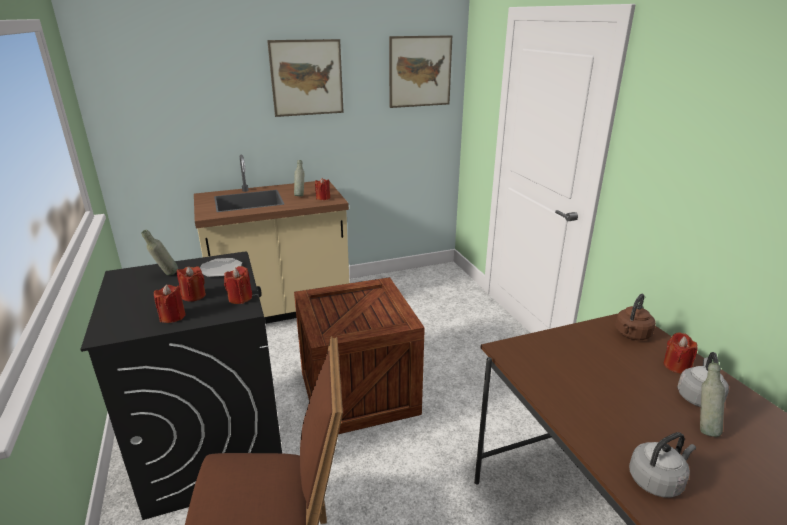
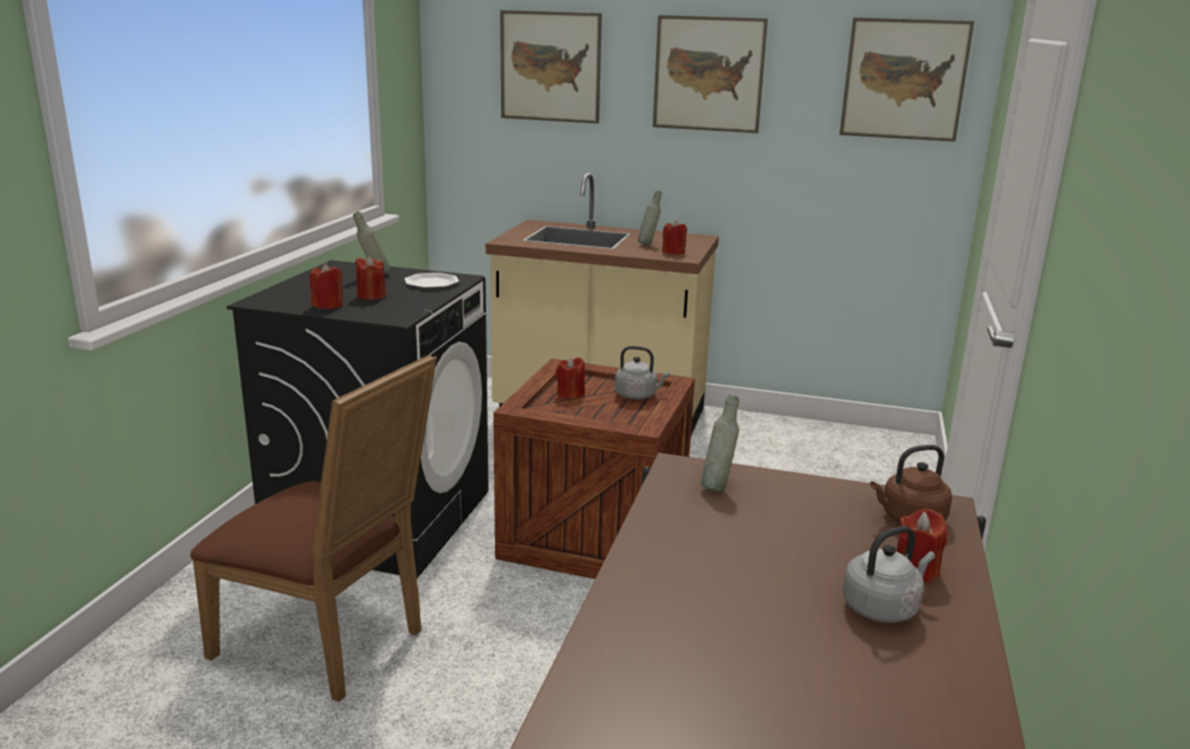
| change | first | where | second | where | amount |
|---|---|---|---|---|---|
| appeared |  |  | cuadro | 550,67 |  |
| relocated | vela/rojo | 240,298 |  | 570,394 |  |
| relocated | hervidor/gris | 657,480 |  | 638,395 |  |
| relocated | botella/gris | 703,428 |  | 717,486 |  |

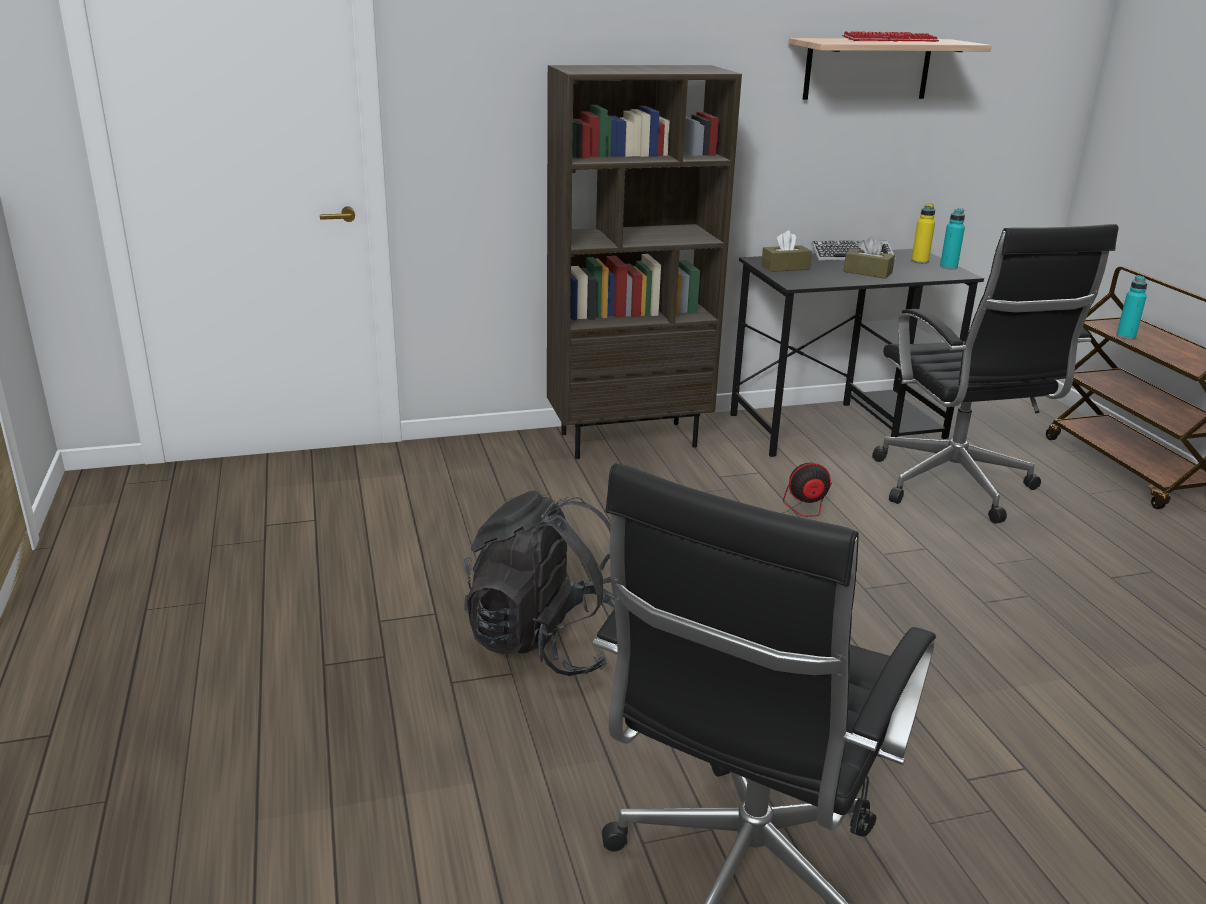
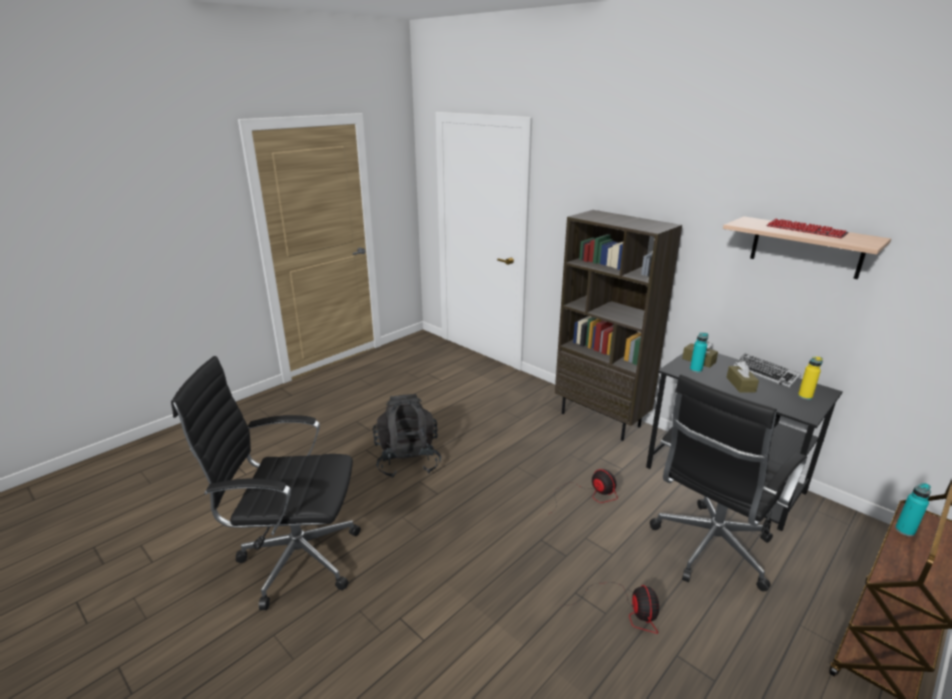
| change | first | where | second | where | amount |
|---|---|---|---|---|---|
| appeared |  |  | ventilador | 626,610 |  |
| relocated | botella/turquesa | 948,267 |  | 696,369 |  |

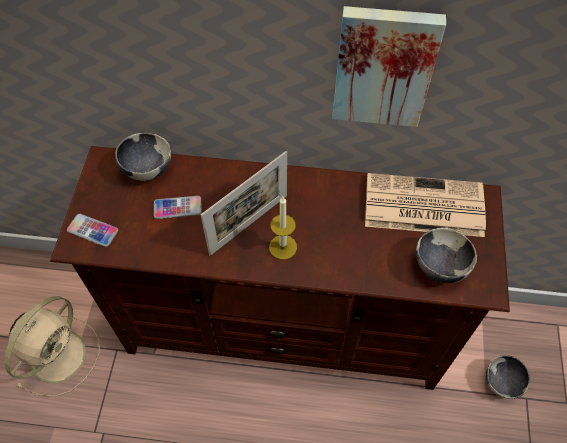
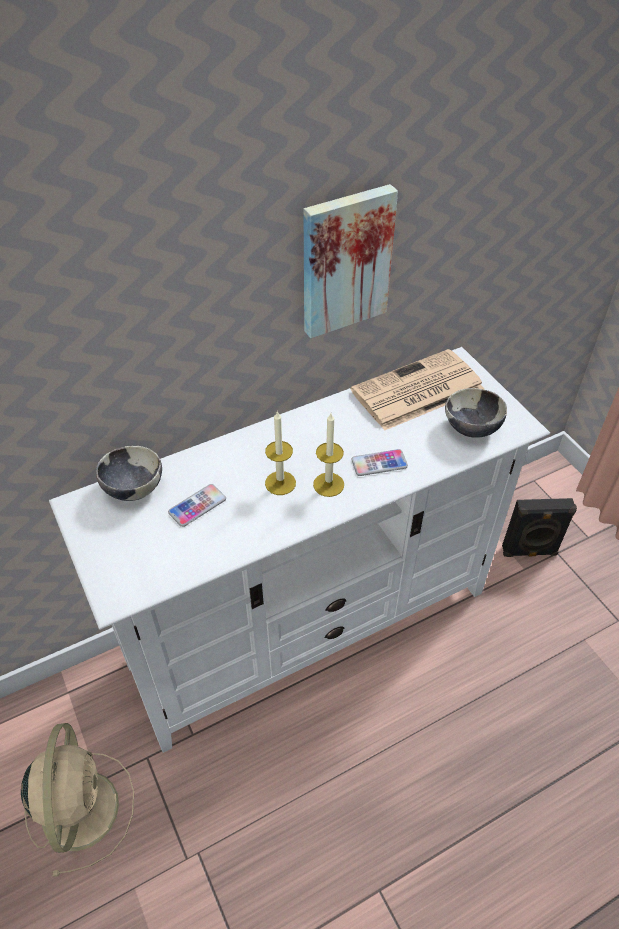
| change | first | where | second | where | amount |
|---|---|---|---|---|---|
| colour | mueble de televisión/marrón | 284,328 | mueble de televisión/blanco | 309,624 |  |
| exchanged | portarretratos | 249,224 | vela | 280,483 |  |
| relocated | móvil | 93,230 |  | 379,463 |  |
| exchanged | cuenco | 502,382 | altavoz/negro | 529,552 |  |

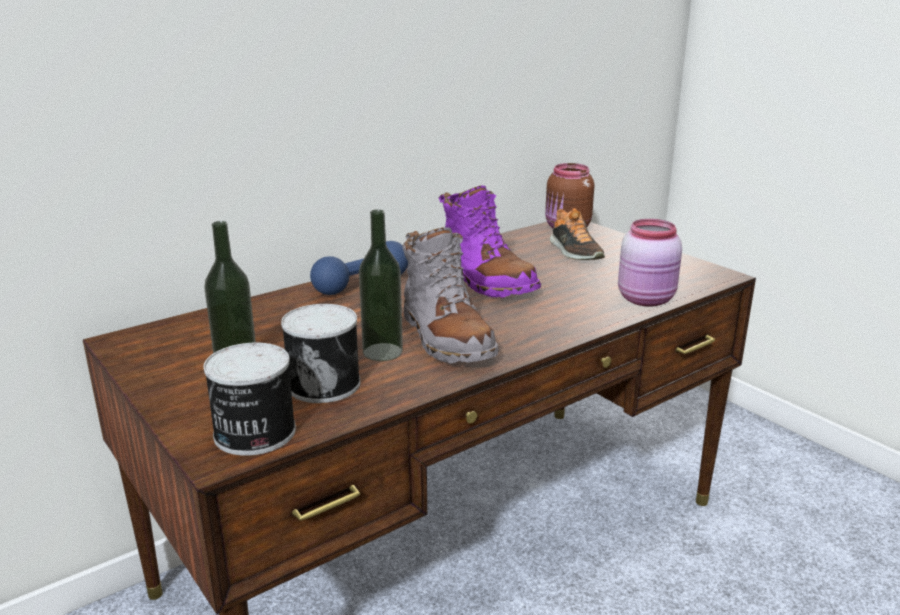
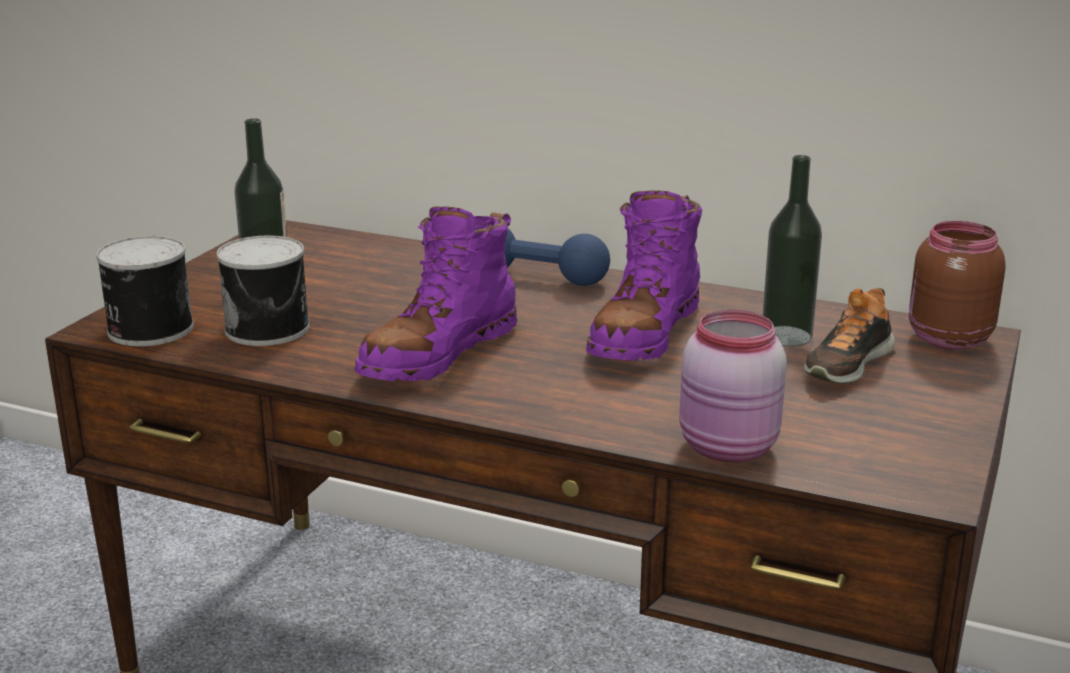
| change | first | where | second | where | amount |
|---|---|---|---|---|---|
| colour | bota/gris | 445,338 | bota/morado | 439,354 |  |
| relocated | botella | 382,352 |  | 786,336 |  |

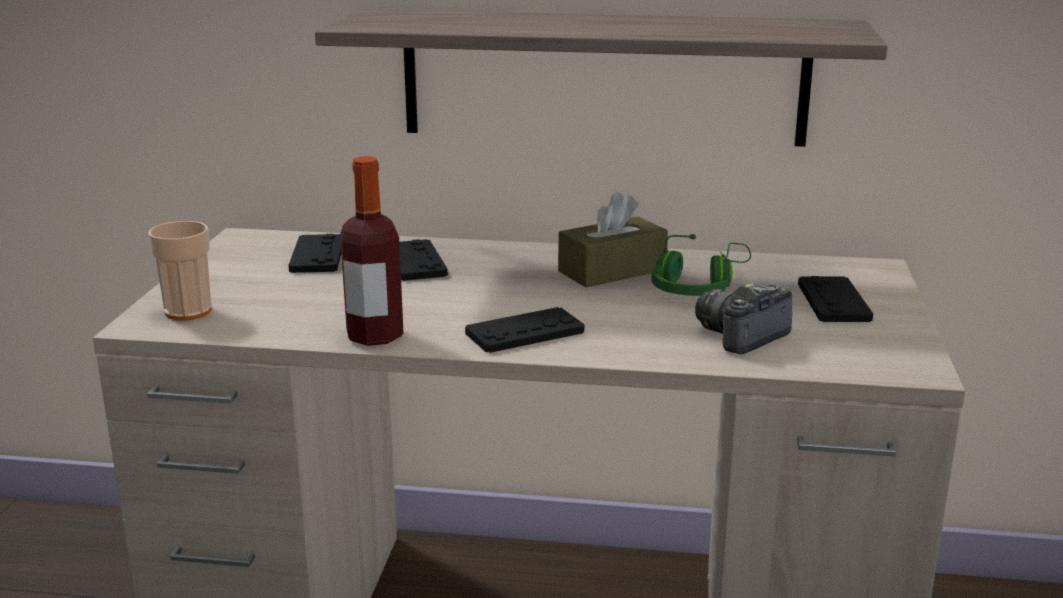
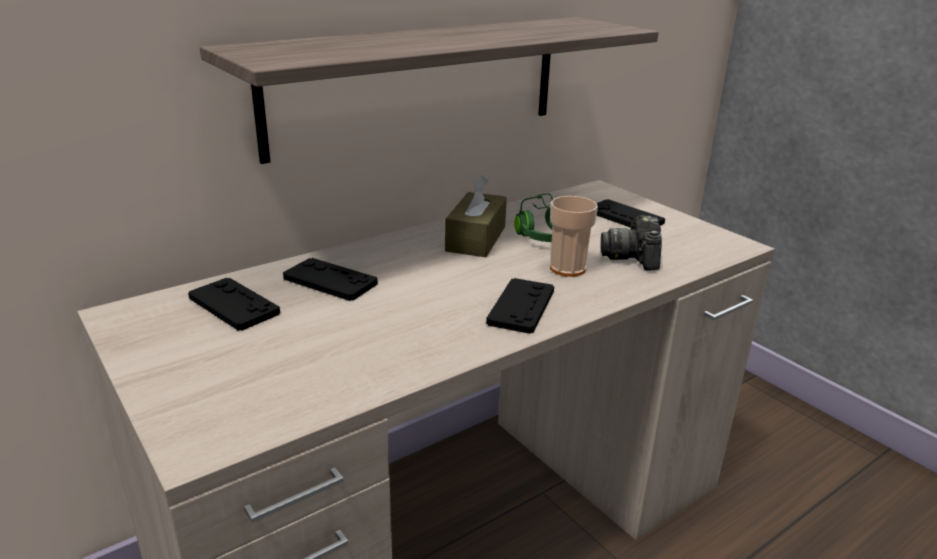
| change | first | where | second | where | amount |
|---|---|---|---|---|---|
| relocated | taza | 188,311 |  | 567,268 |  |
| missing | botella | 375,336 |  |  |  |

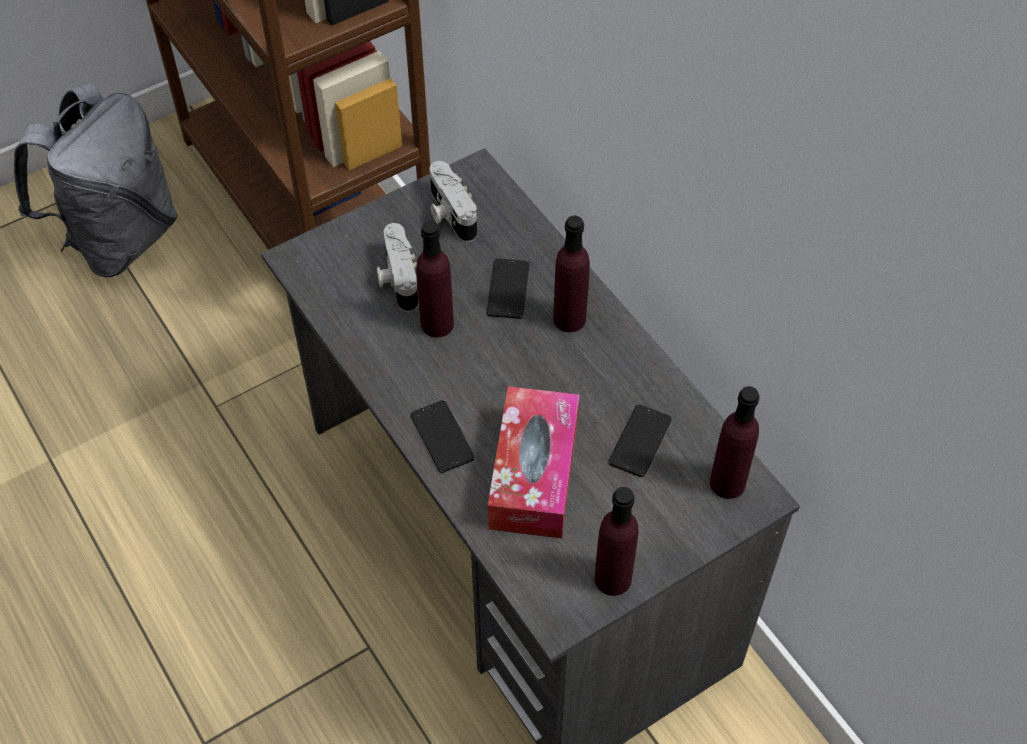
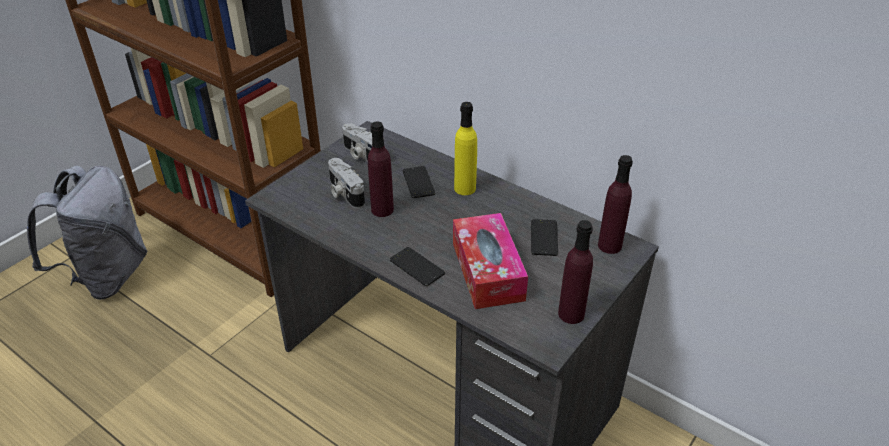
| change | first | where | second | where | amount |
|---|---|---|---|---|---|
| colour | botella/morado | 569,319 | botella/amarillo | 465,188 |  |

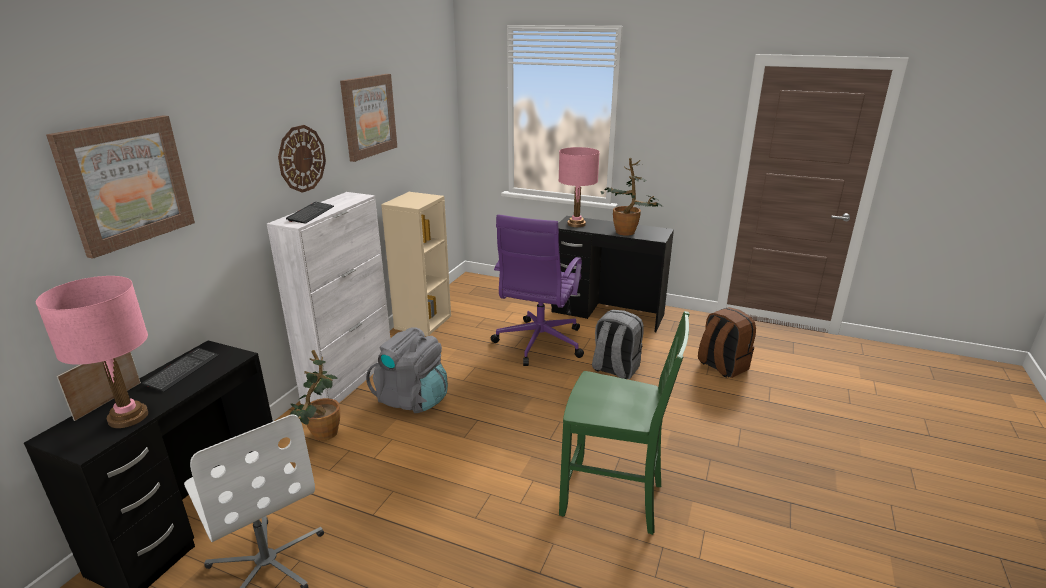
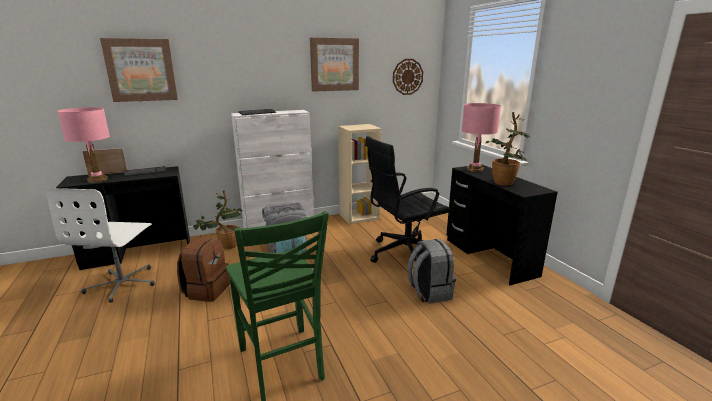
| change | first | where | second | where | amount |
|---|---|---|---|---|---|
| relocated | mochila/marrón | 722,366 |  | 206,290 |  |
| colour | silla de oficina/morado | 538,344 | silla de oficina/negro | 403,254 |  |
| relocated | reloj de pared | 301,158 |  | 407,77 |  |

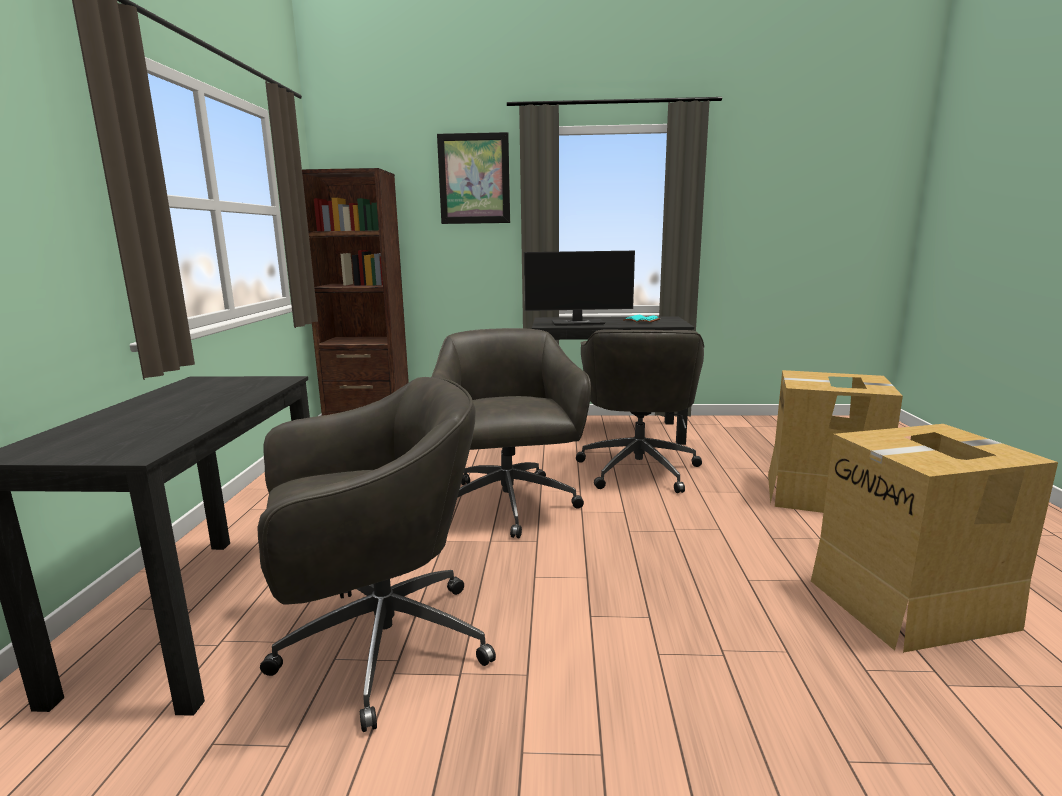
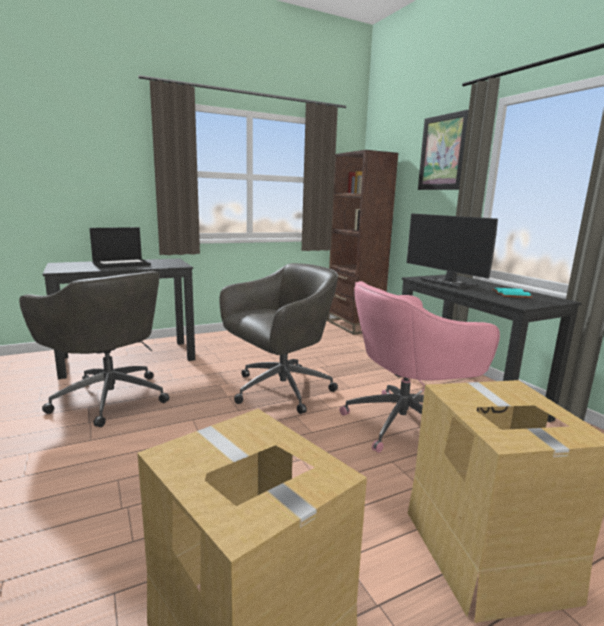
| change | first | where | second | where | amount |
|---|---|---|---|---|---|
| appeared |  |  | portátil | 122,264 |  |
| colour | silla de oficina/gris | 638,468 | silla de oficina/rosa | 405,423 |  |

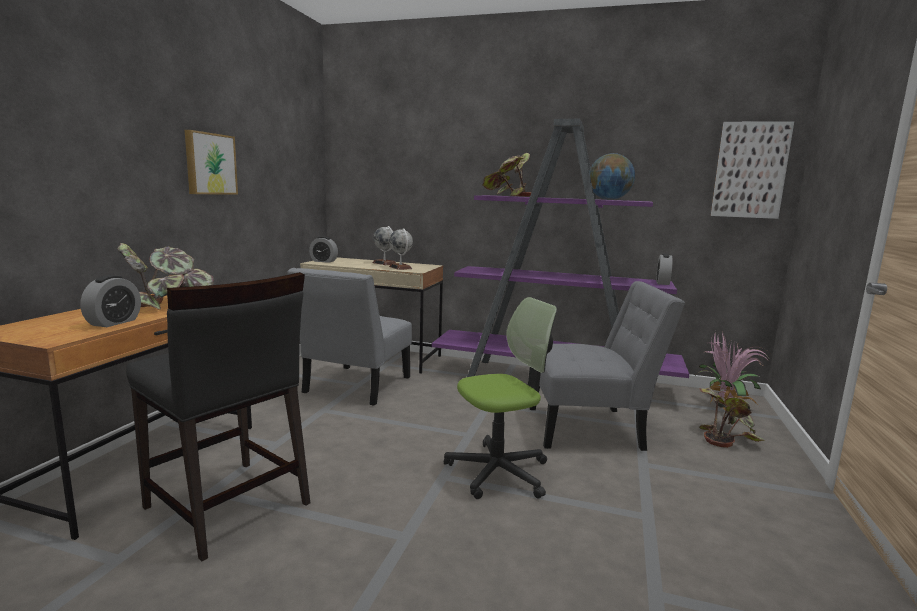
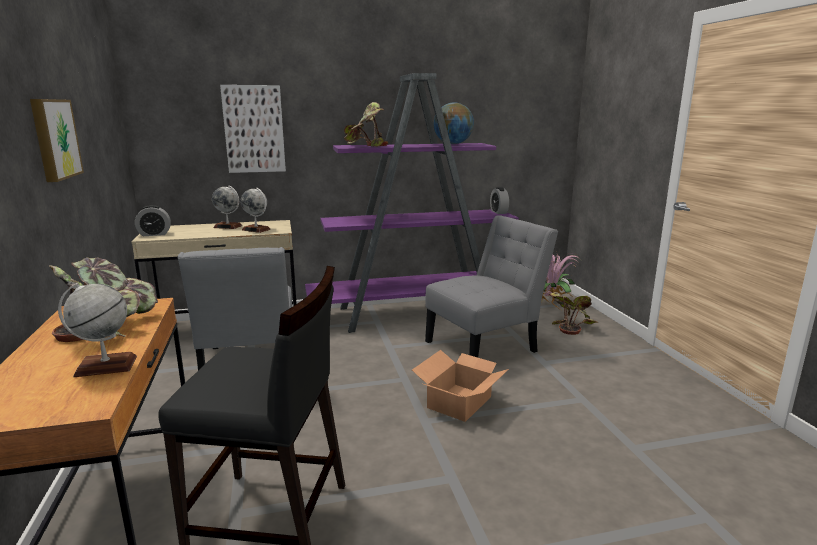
| change | first | where | second | where | amount |
|---|---|---|---|---|---|
| exchanged | despertador | 114,322 | globo terráqueo | 106,366 |  |
| relocated | cuadro | 750,170 |  | 254,129 |  |
| exchanged | silla de oficina | 498,472 | caja de cartón | 460,402 |  |

